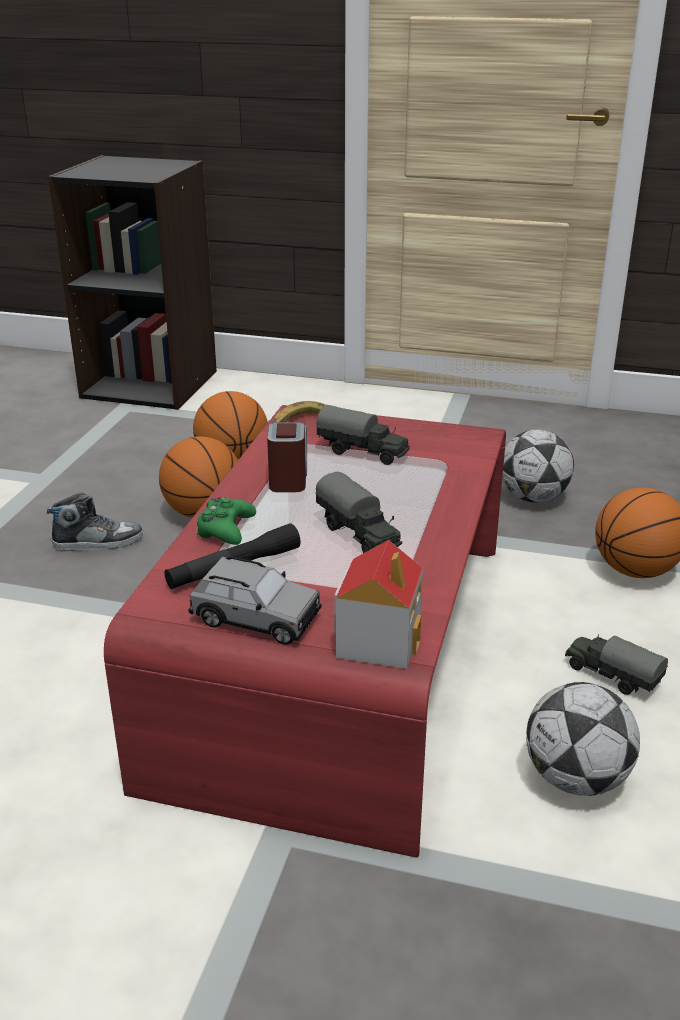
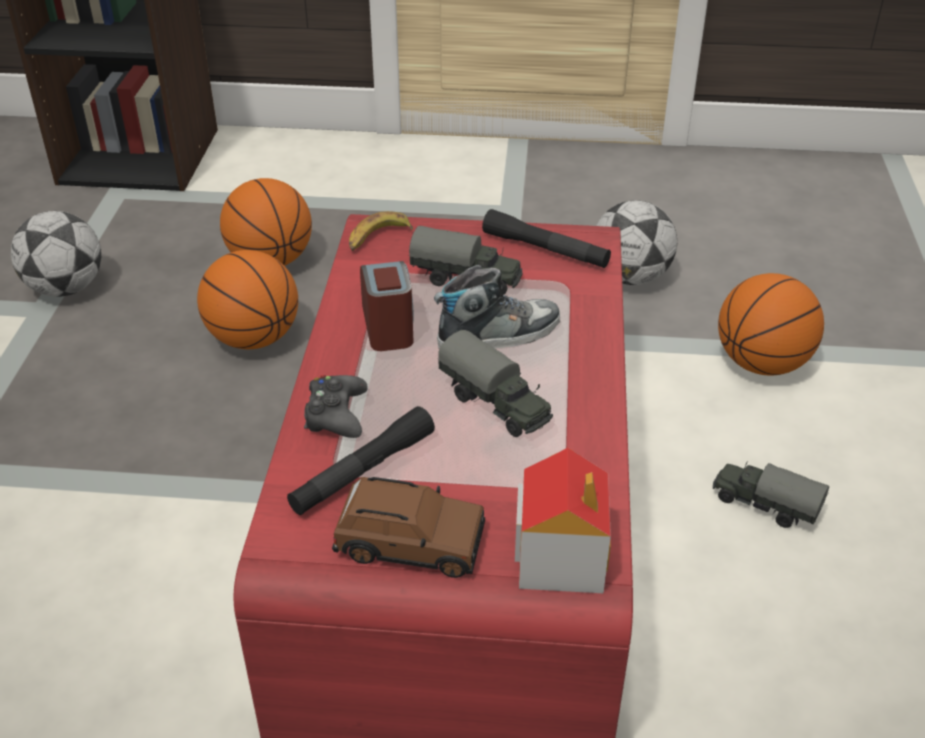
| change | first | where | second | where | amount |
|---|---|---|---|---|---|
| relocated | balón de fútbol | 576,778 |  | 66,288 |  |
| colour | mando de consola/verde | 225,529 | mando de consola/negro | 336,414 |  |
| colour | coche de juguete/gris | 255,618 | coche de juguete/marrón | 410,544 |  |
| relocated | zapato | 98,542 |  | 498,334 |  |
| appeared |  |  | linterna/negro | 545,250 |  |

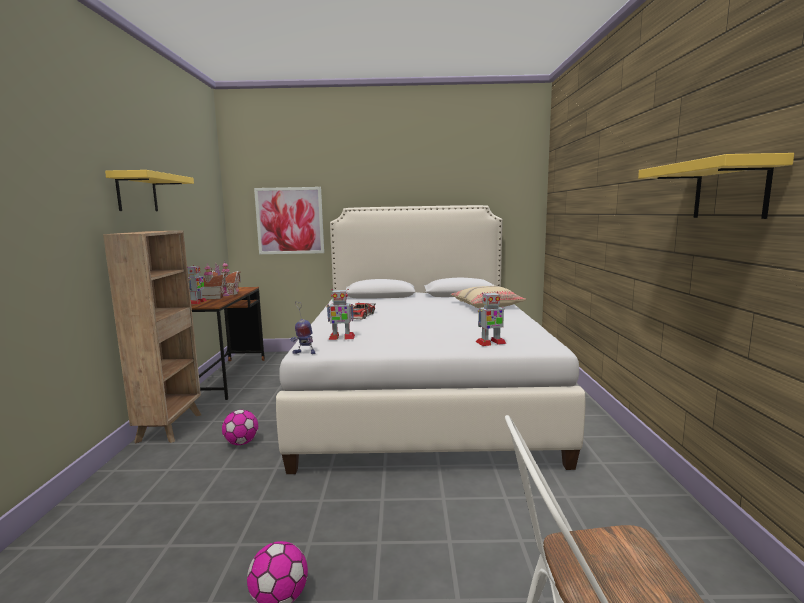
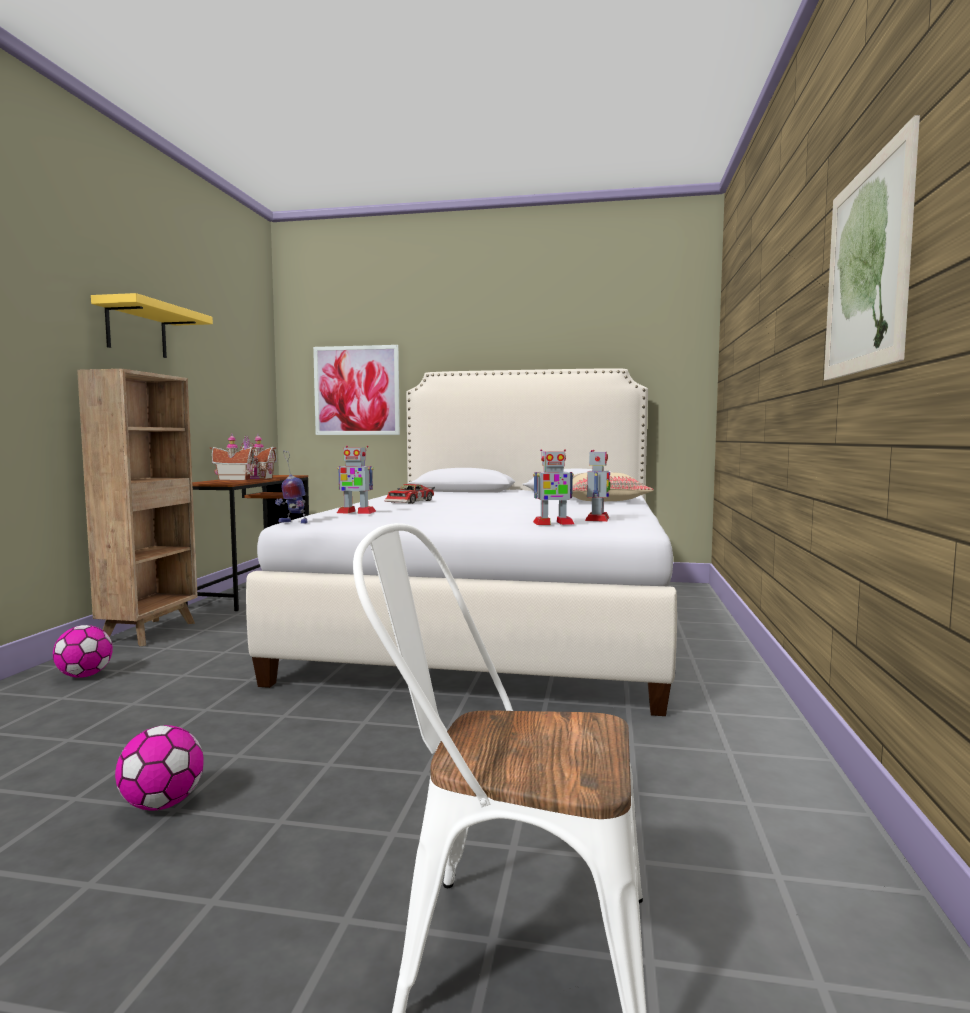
| change | first | where | second | where | amount |
|---|---|---|---|---|---|
| relocated | balón de fútbol | 241,443 |  | 84,675 |  |
| relocated | robot de juguete | 197,302 |  | 597,519 |  |
| exchanged | estante/amarillo | 730,190 | cuadro | 866,269 |  |

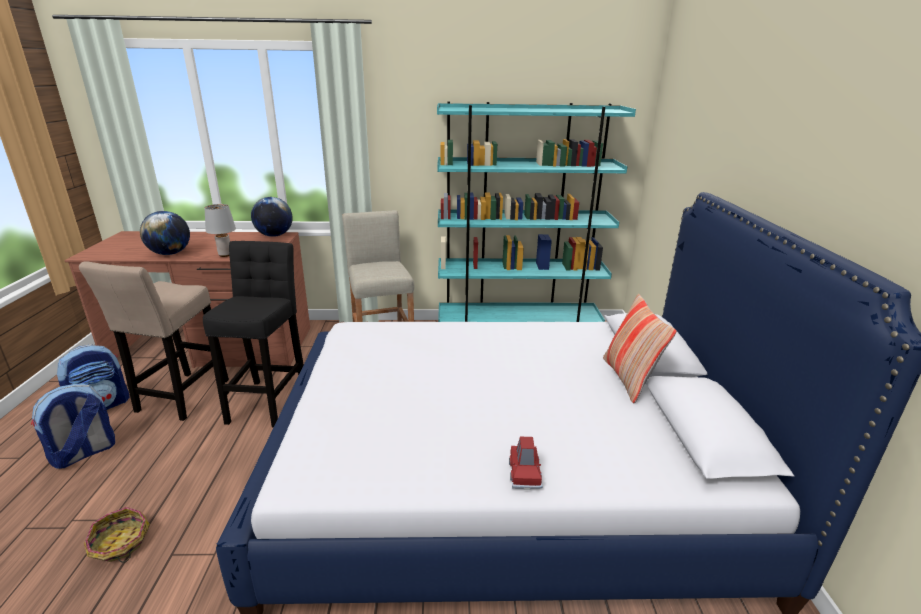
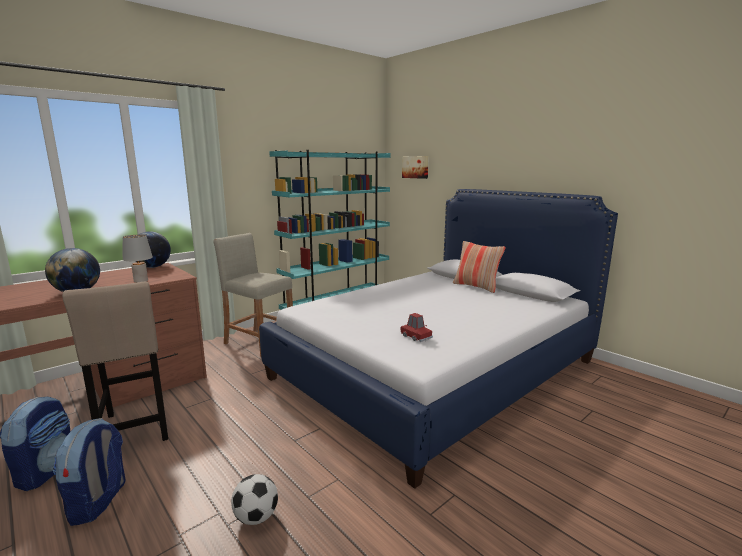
| change | first | where | second | where | amount |
|---|---|---|---|---|---|
| exchanged | cesta | 120,544 | balón de fútbol | 256,517 |  |
| relocated | coche de juguete/rojo | 524,473 |  | 416,336 |  |
| appeared |  |  | cuadro | 415,167 |  |
| missing | taburete/negro | 269,400 |  |  |  |

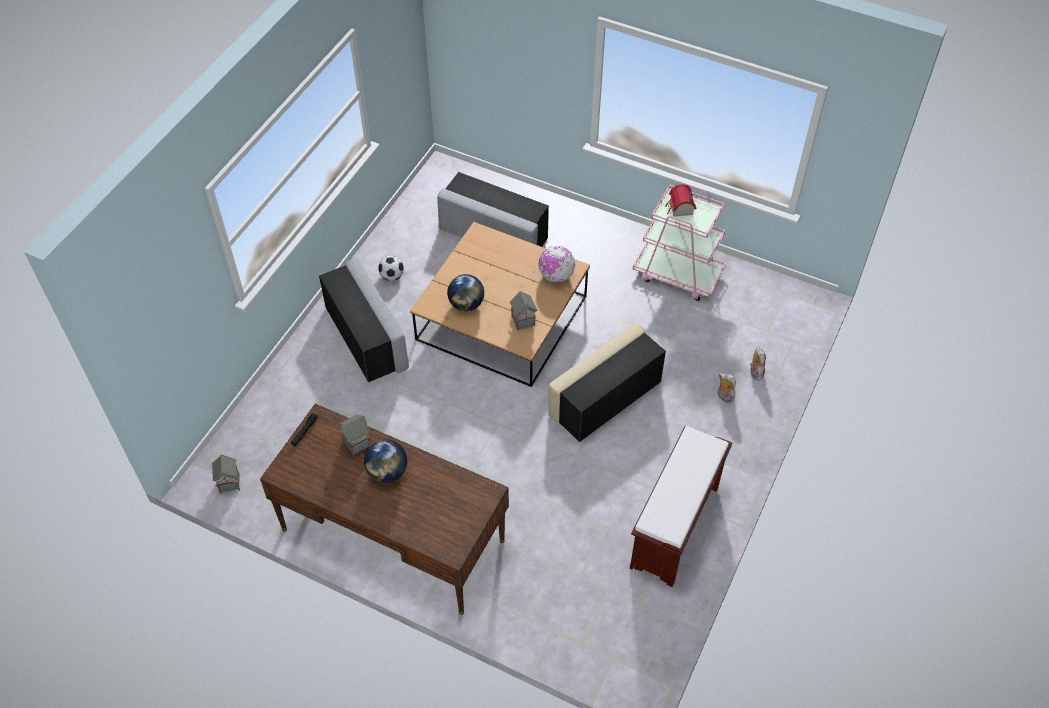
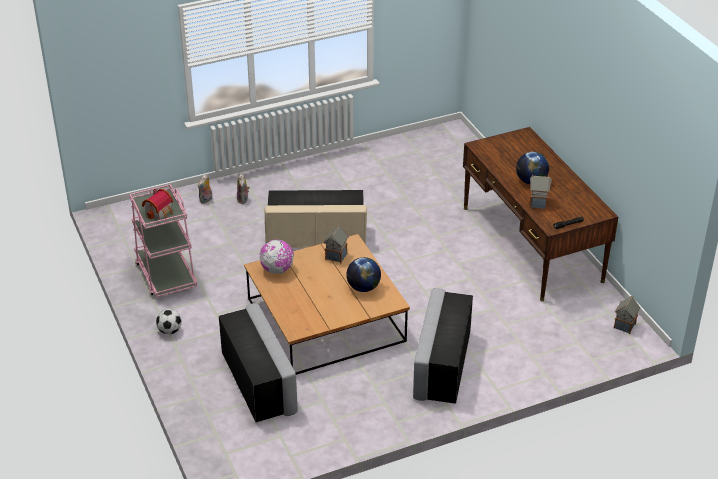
| change | first | where | second | where | amount |
|---|---|---|---|---|---|
| relocated | balón de fútbol | 392,276 |  | 170,331 |  |
| missing | banco/marrón | 674,528 |  |  |  |

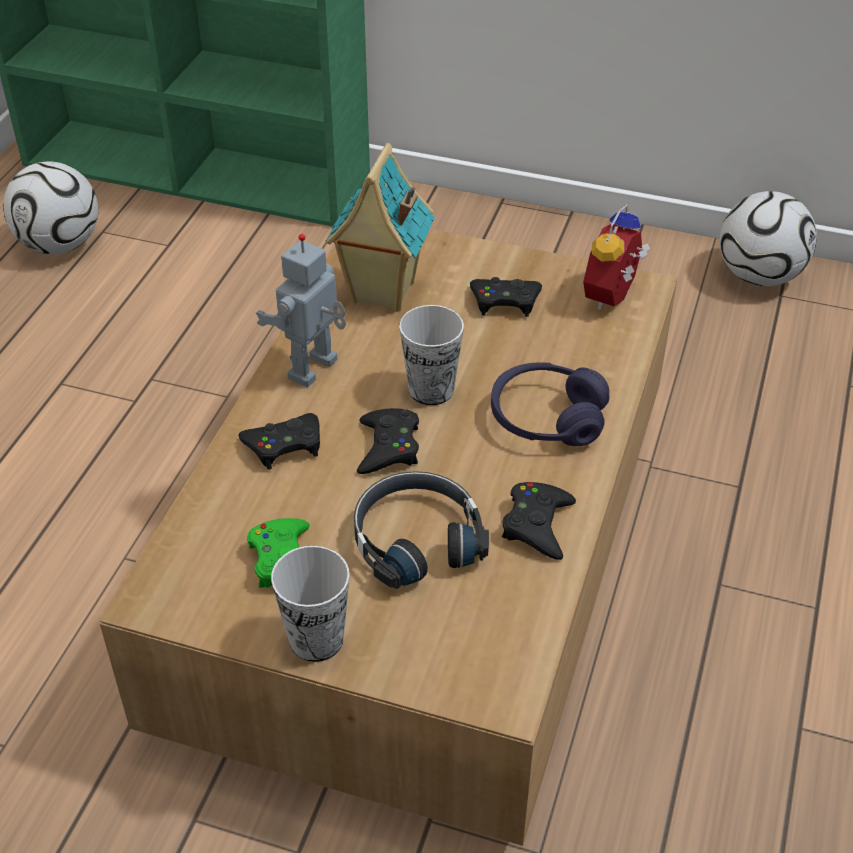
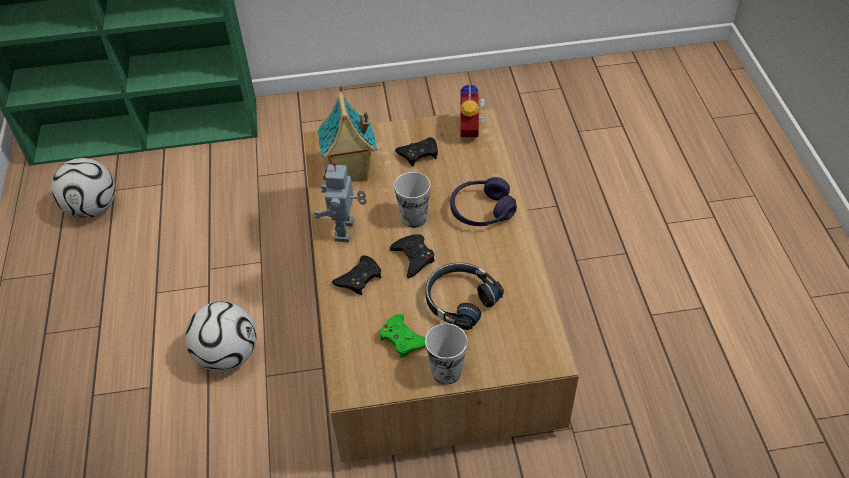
| change | first | where | second | where | amount |
|---|---|---|---|---|---|
| relocated | balón de fútbol | 759,275 |  | 227,355 |  |
| missing | mando de consola/negro | 537,525 |  |  |  |

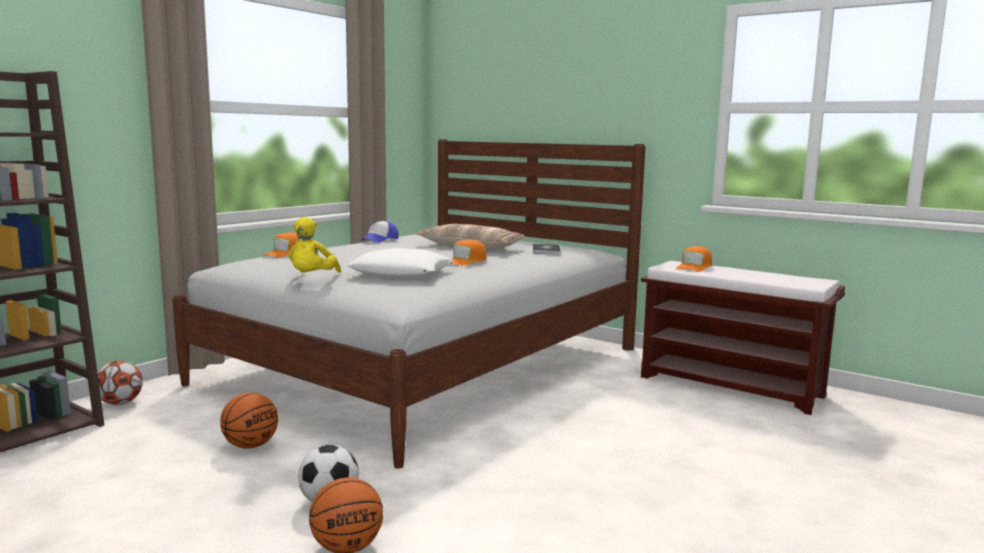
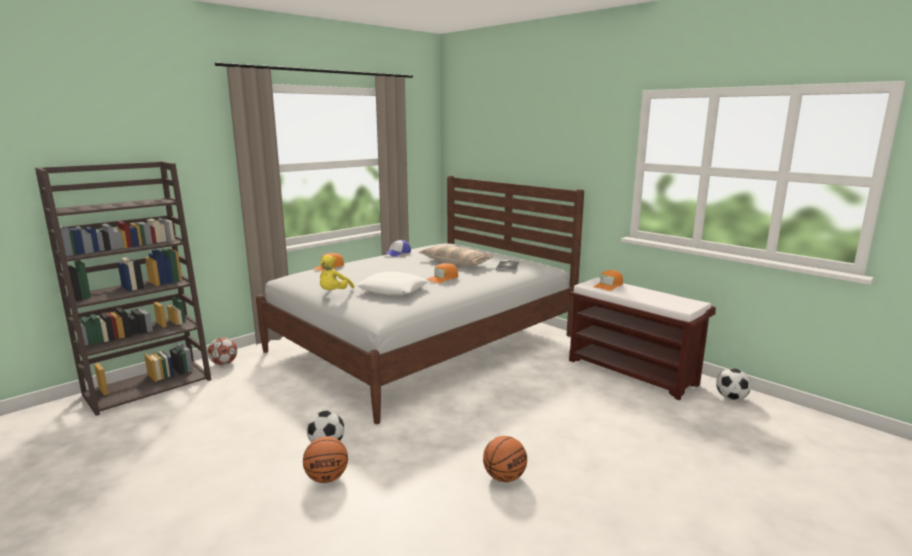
| change | first | where | second | where | amount |
|---|---|---|---|---|---|
| relocated | balón de baloncesto | 250,445 |  | 504,477 |  |
| appeared |  |  | balón de fútbol | 731,398 |  |

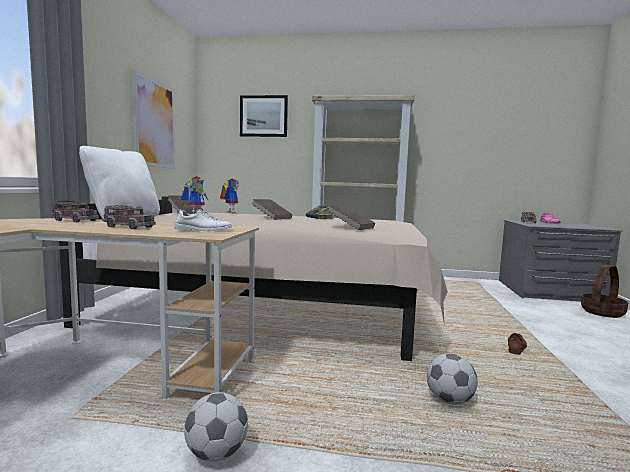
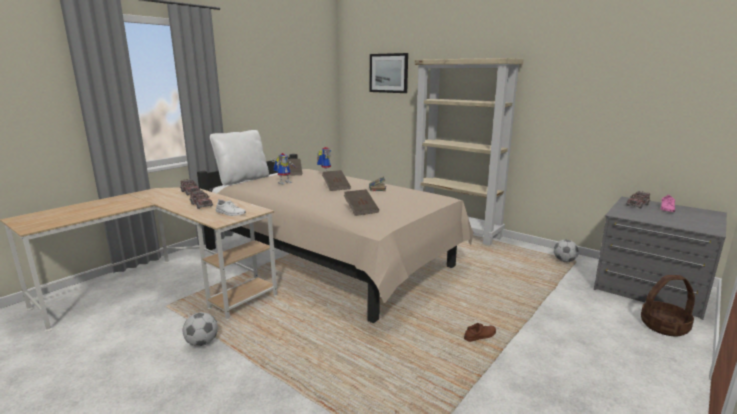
| change | first | where | second | where | amount |
|---|---|---|---|---|---|
| relocated | balón de fútbol | 449,400 |  | 564,261 |  |
| missing | cuadro | 154,124 |  |  |  |

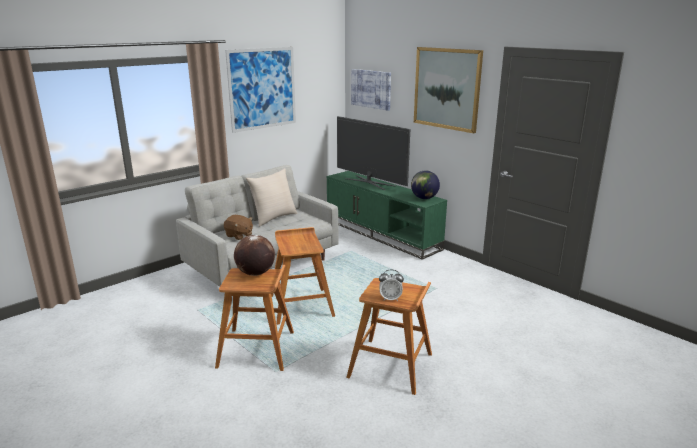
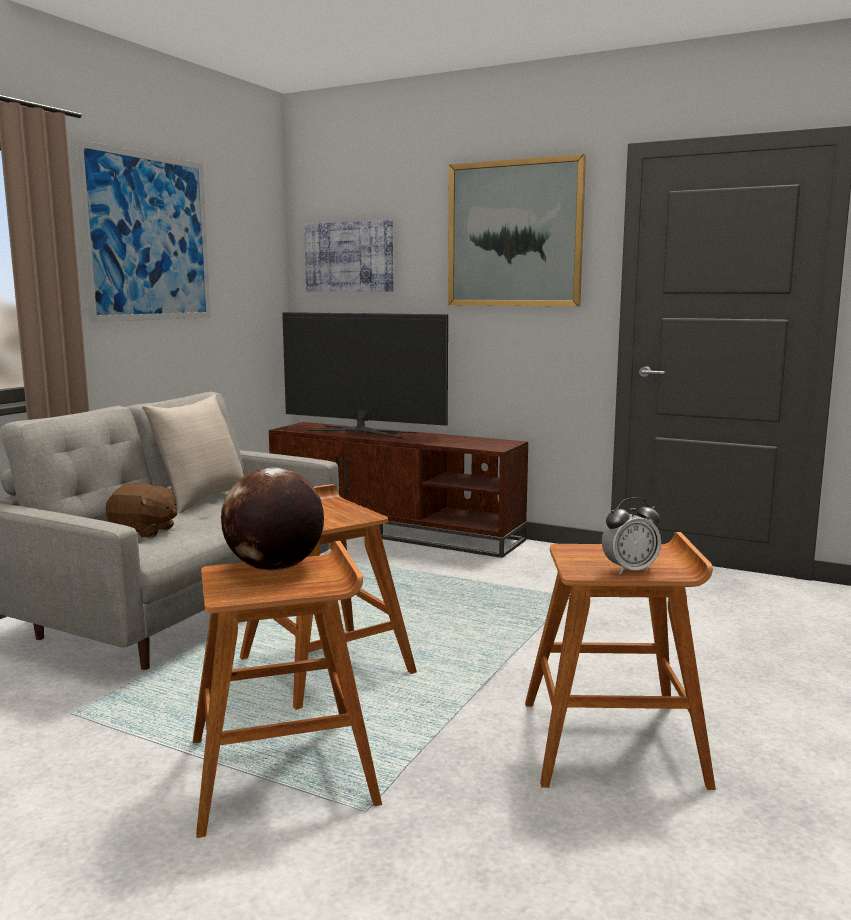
| change | first | where | second | where | amount |
|---|---|---|---|---|---|
| colour | mueble de televisión/verde | 382,234 | mueble de televisión/marrón | 396,530 |  |
| missing | globo terráqueo | 424,198 |  |  |  |

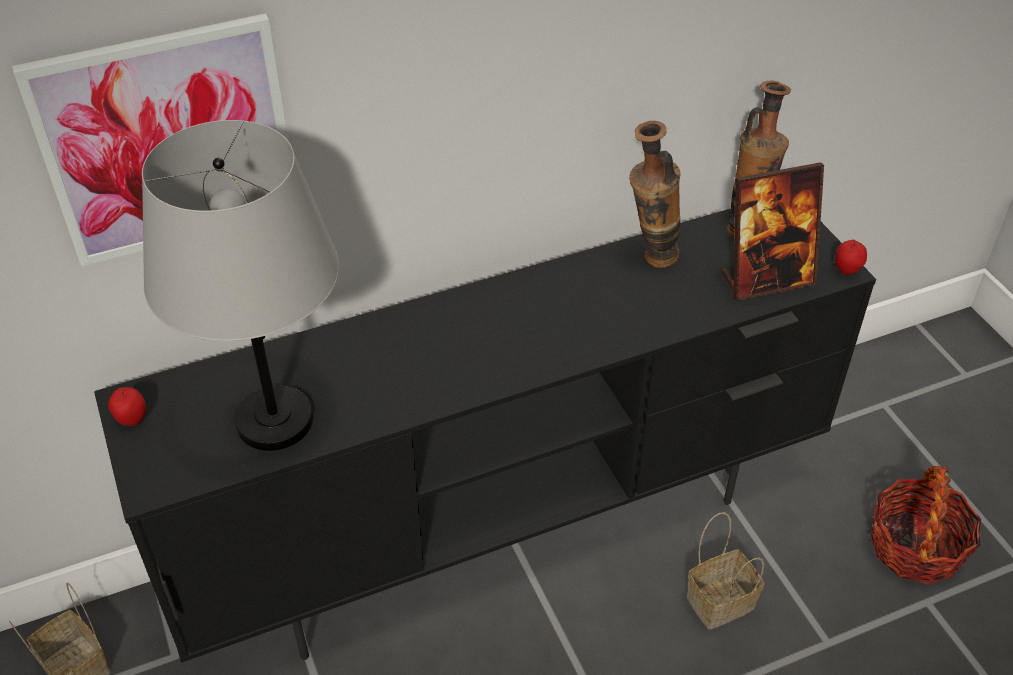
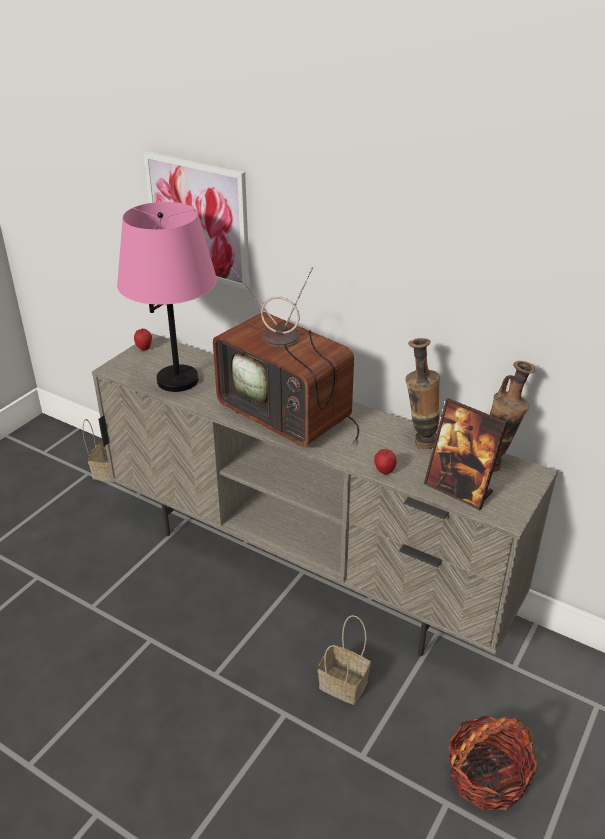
| change | first | where | second | where | amount |
|---|---|---|---|---|---|
| colour | mueble de televisión/negro | 507,529 | mueble de televisión/beis | 306,567 |  |
| colour | lámpara de mesa/gris | 273,420 | lámpara de mesa/rosa | 177,380 |  |
| appeared |  |  | televisor | 290,416 |  |
| relocated | manzana | 846,271 |  | 384,471 |  |

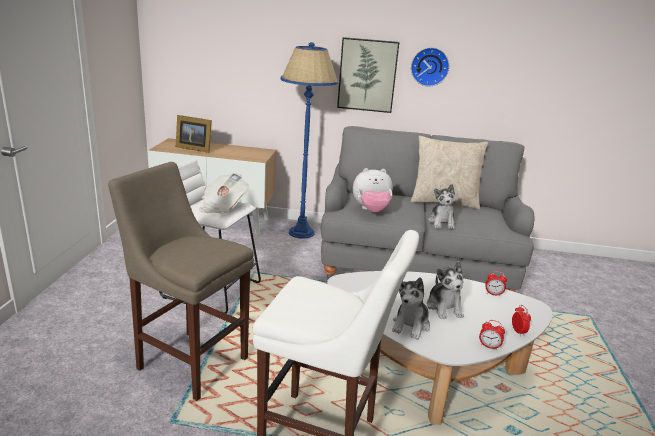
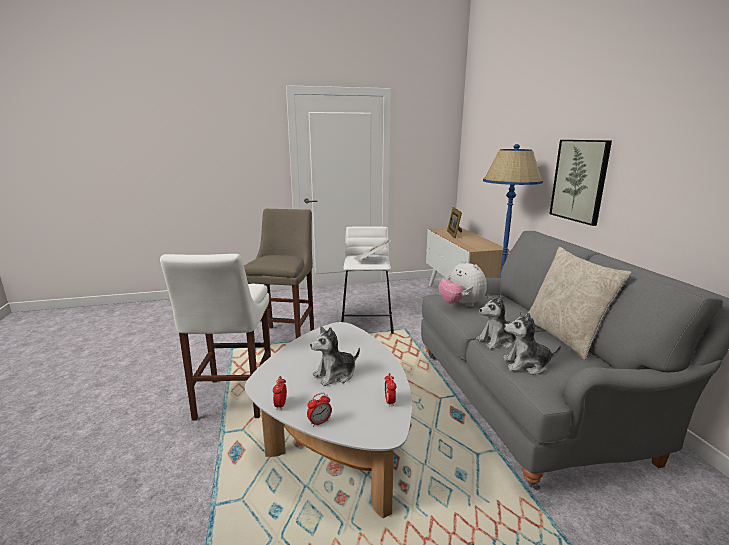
| change | first | where | second | where | amount |
|---|---|---|---|---|---|
| relocated | peluche | 411,325 |  | 526,365 |  |
| missing | reloj de pared | 429,66 |  |  |  |

